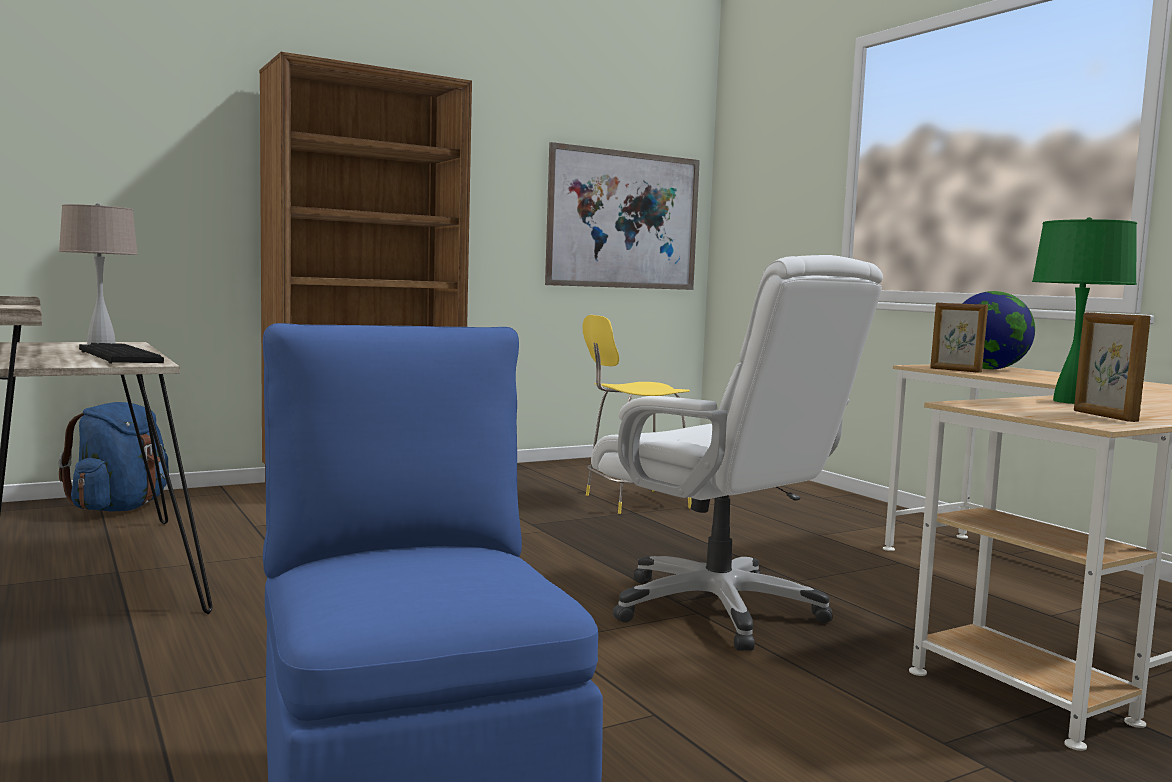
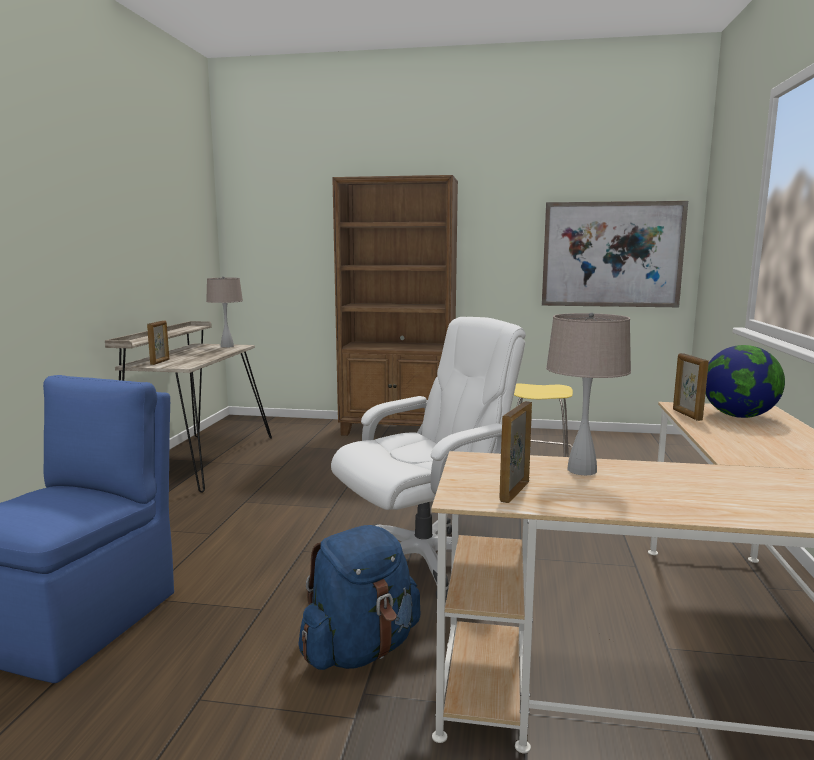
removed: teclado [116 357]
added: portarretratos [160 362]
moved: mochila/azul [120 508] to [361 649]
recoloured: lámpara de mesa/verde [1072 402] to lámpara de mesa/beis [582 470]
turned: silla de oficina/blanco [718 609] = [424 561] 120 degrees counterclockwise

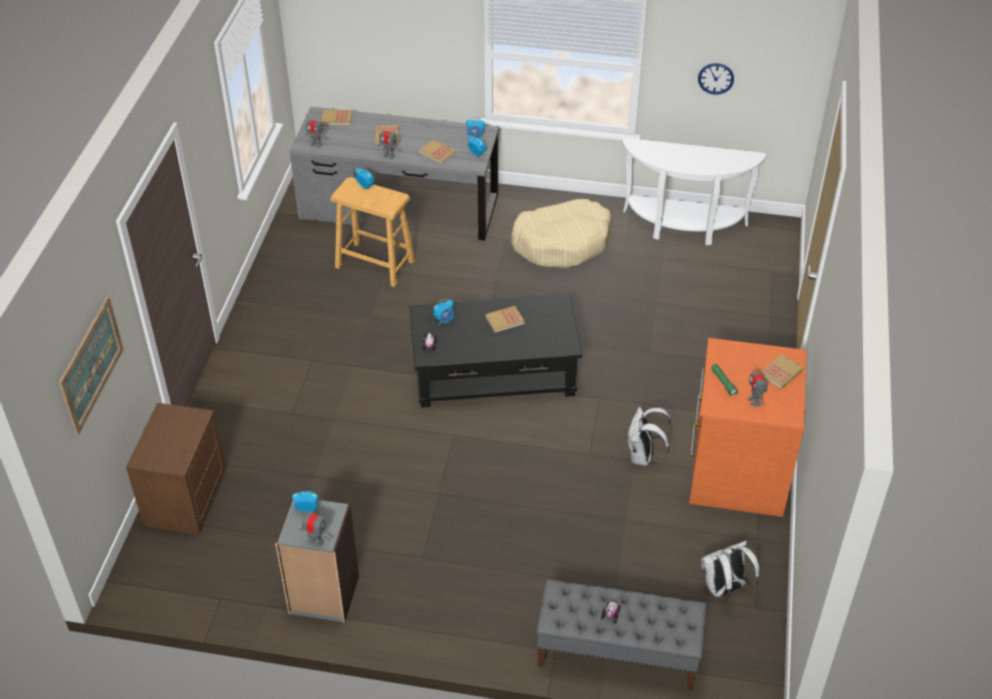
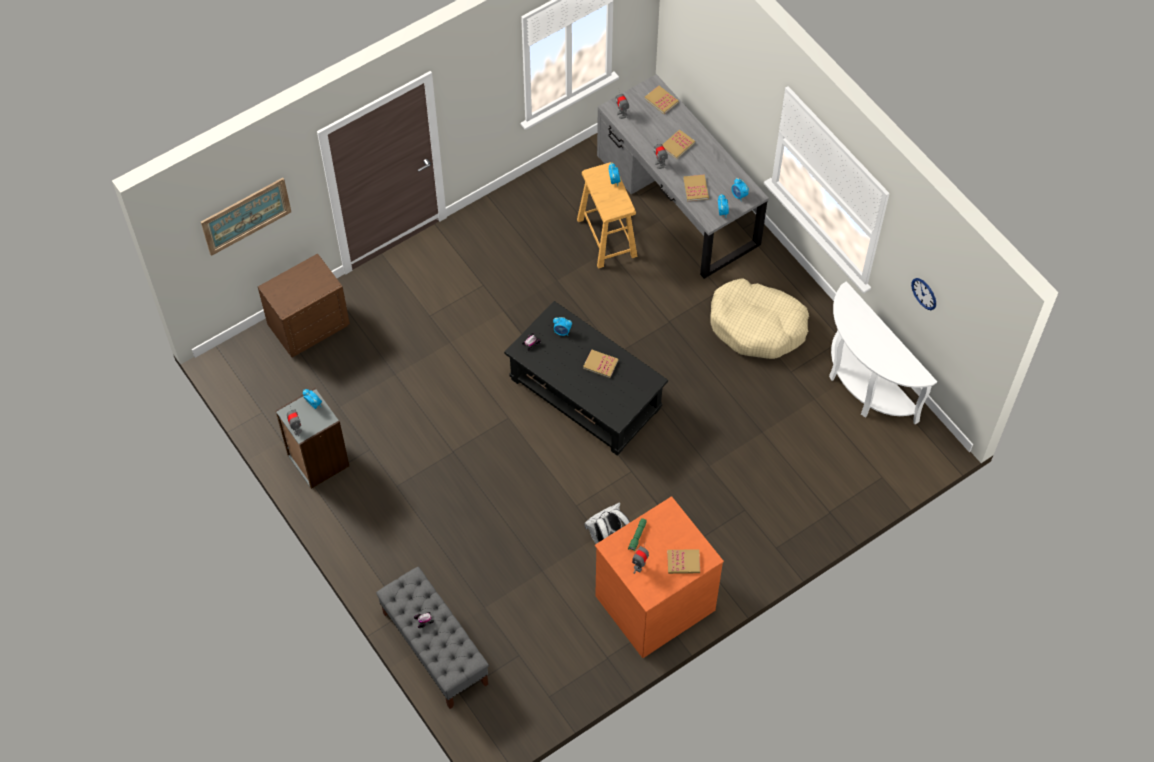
removed: mochila/blanco [724 589]

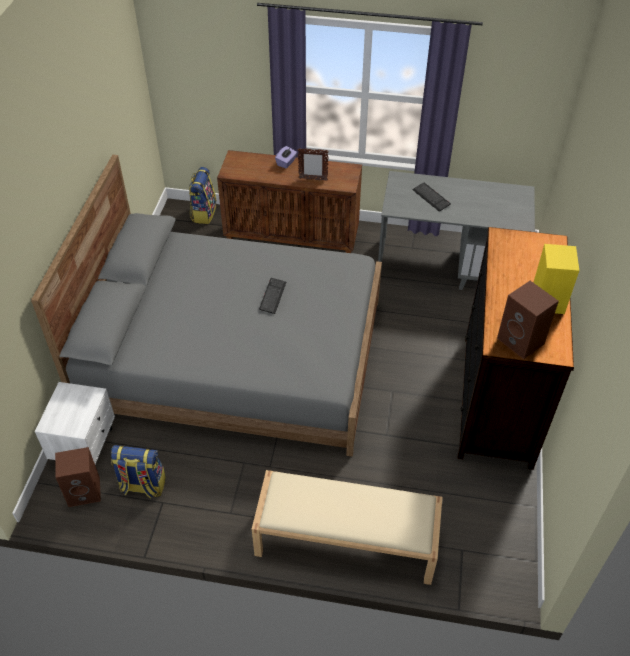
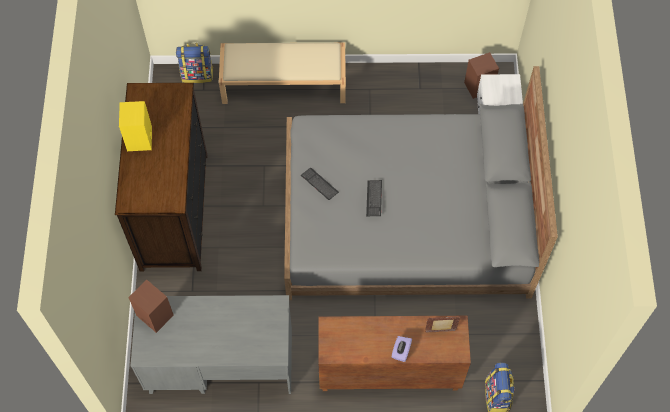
moved: portarretratos [313 179] to [440 331]; teclado [431 197] to [319 184]; altavoz/marrón [522 341] to [154 315]; mochila [142 486] to [197 74]

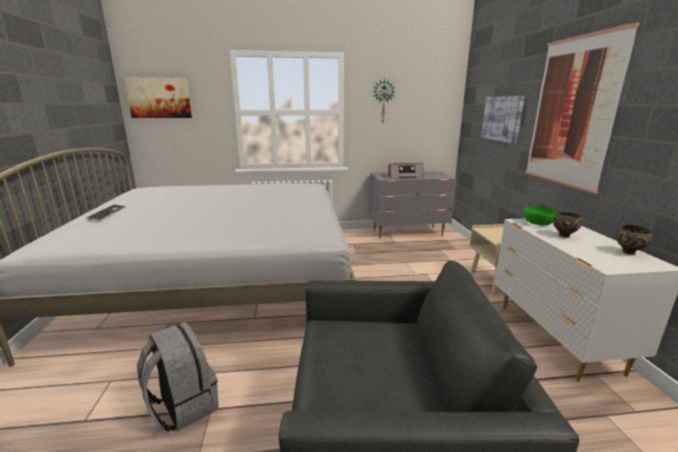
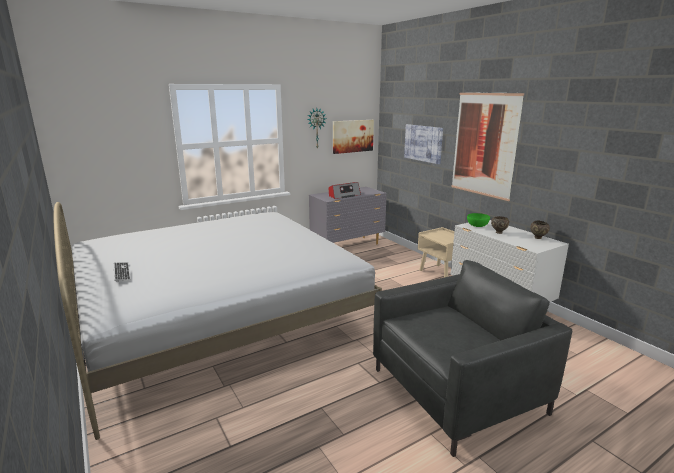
removed: mochila/gris [183 406]
moved: cuadro [159 98] to [352 136]

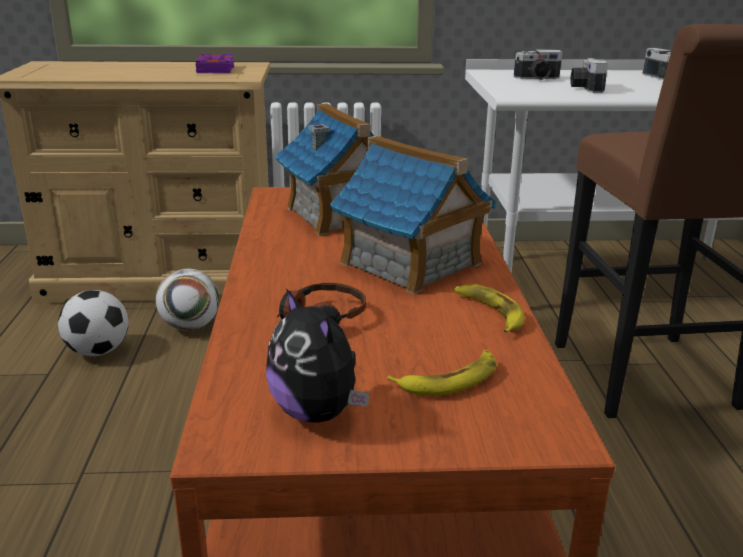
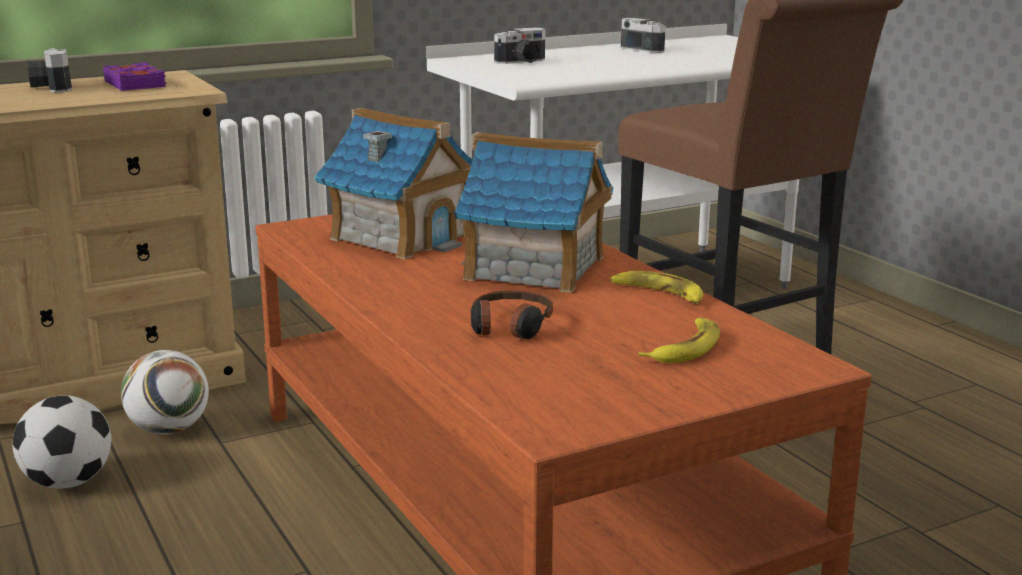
removed: peluche [317 412]
moved: cámara [585 88] to [50 87]

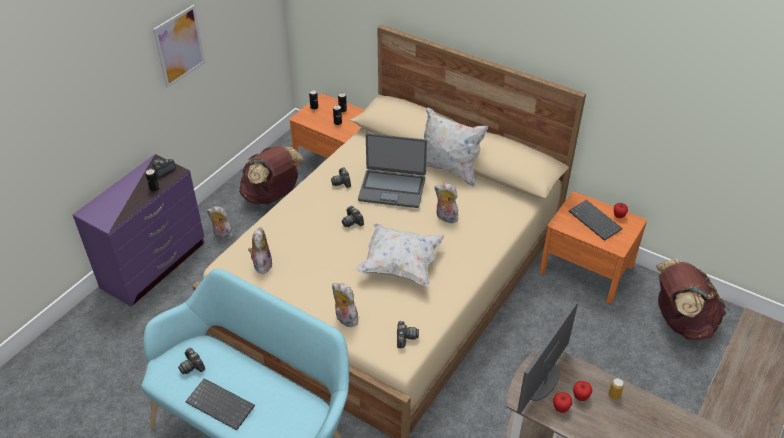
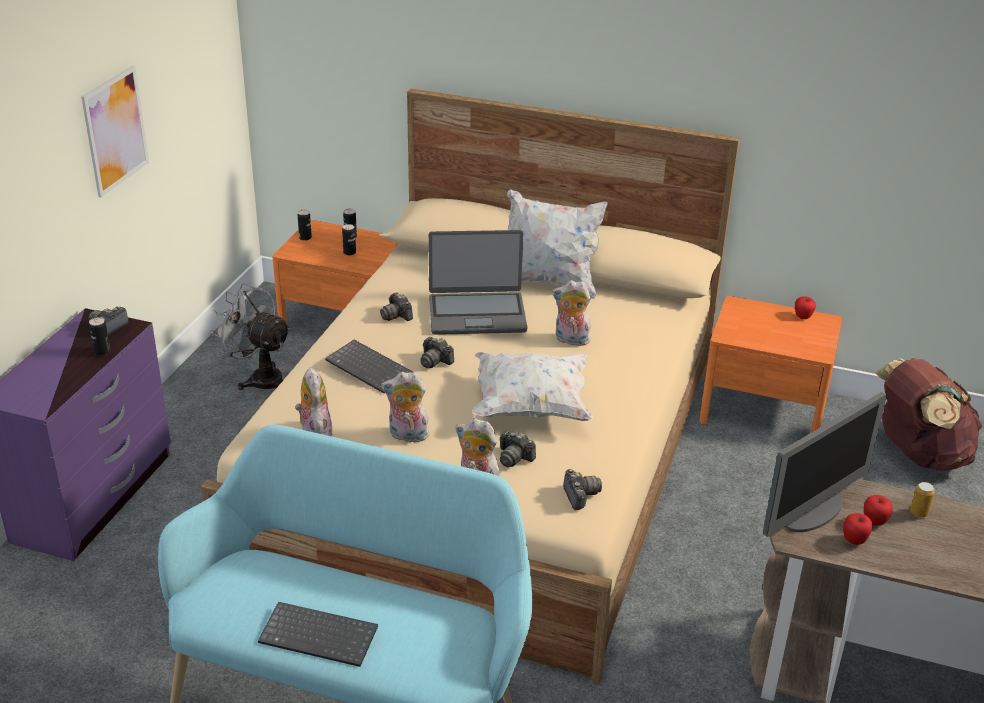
moved: teclado [596 221] to [370 368]; peluche [222 236] to [407 436]; cámara [192 366] to [514 457]
replaced: mochila/marrón [272 196] to ventilador/gris [259 378]
turned: monitor [543 382] = [813 513] 150 degrees counterclockwise

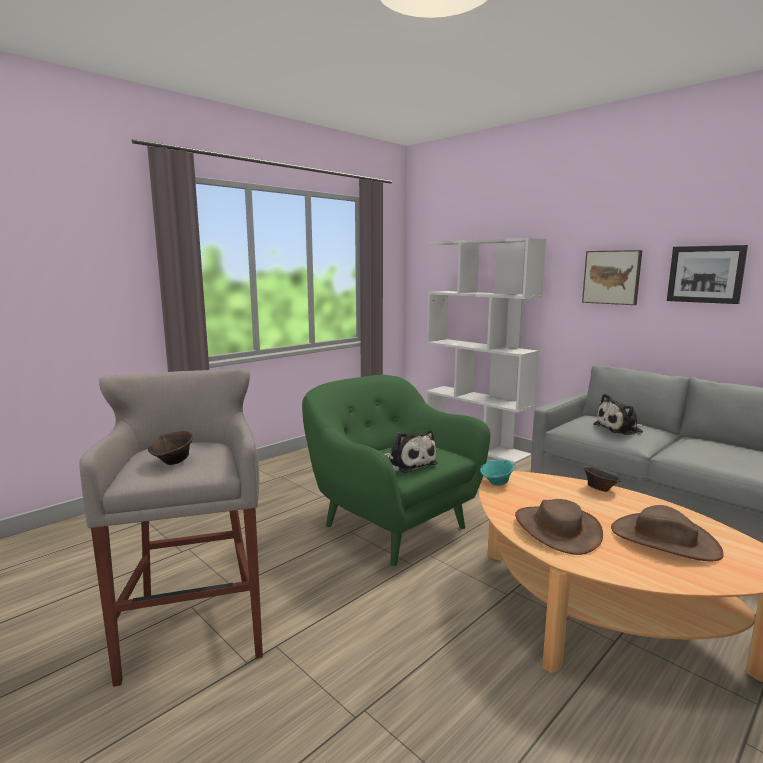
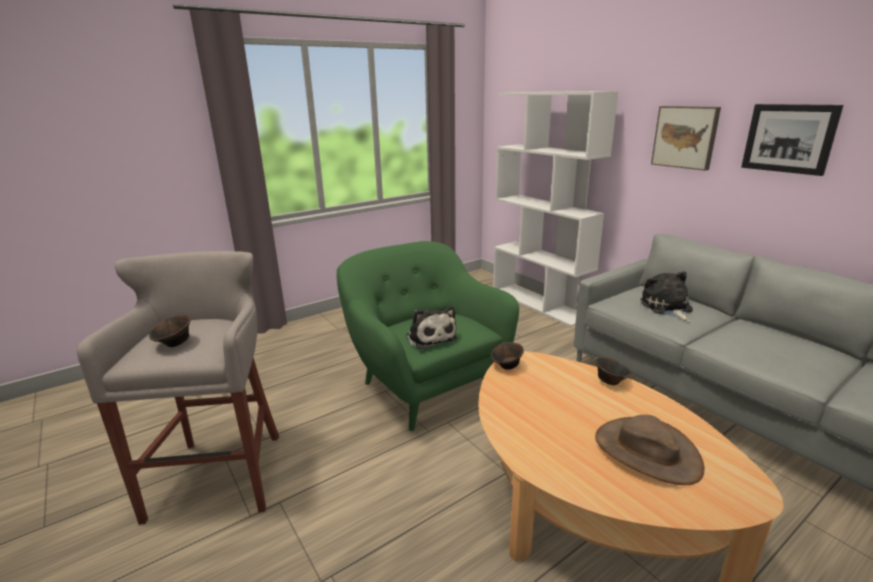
removed: sombrero/marrón [557 529]
recoloured: cuenco/turquesa [496 483] to cuenco/marrón [506 366]
turned: peluche [620 429] = [667 308] 90 degrees clockwise

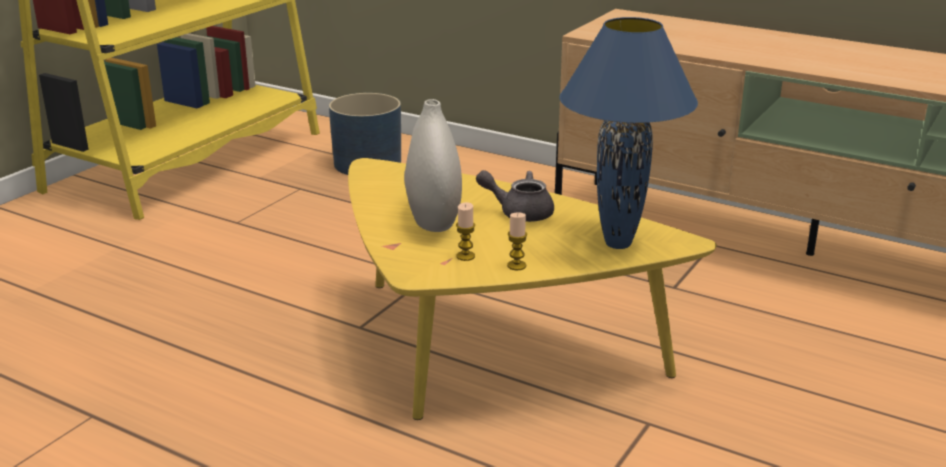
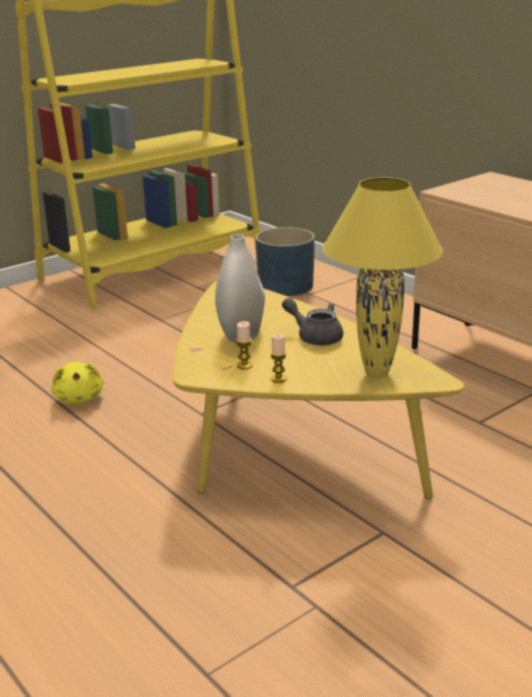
added: peluche/amarillo [79 398]
recoloured: lámpara de mesa/azul [616 243] to lámpara de mesa/amarillo [376 373]

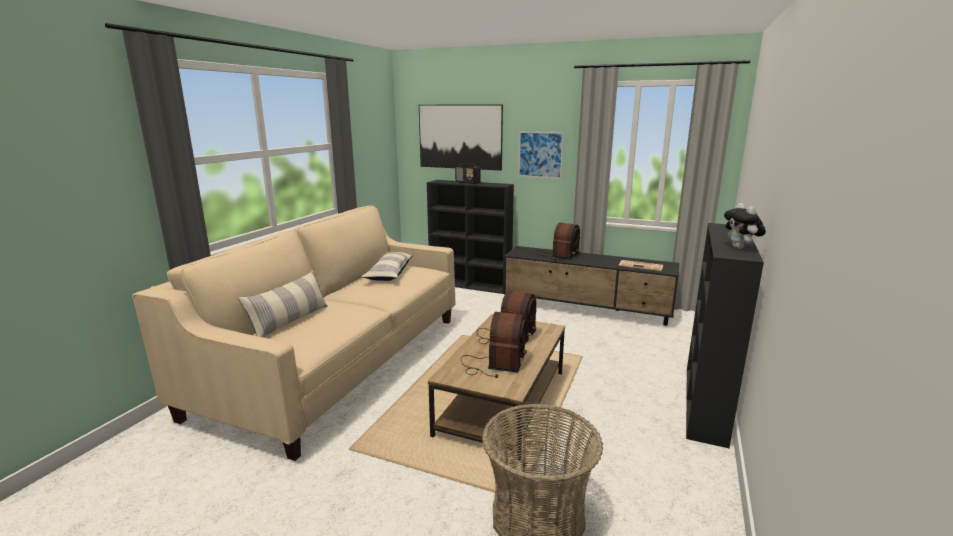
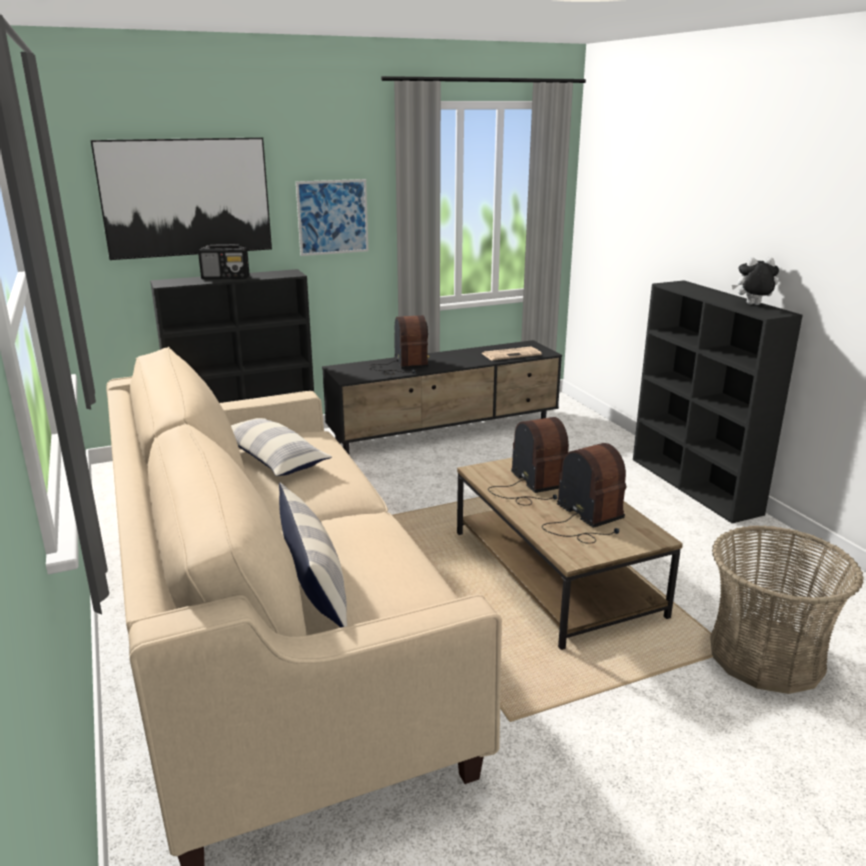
turned: peluche [740 248] = [752 305] 150 degrees clockwise

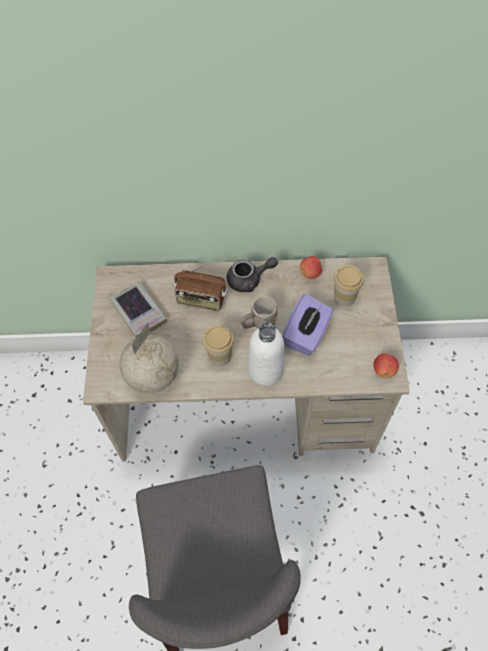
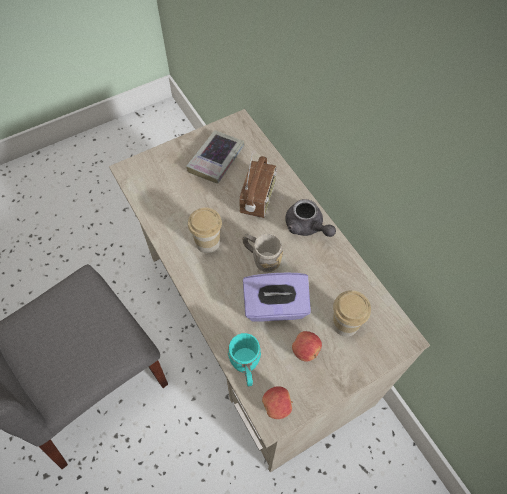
removed: globo terráqueo [152 376]; botella/blanco [265 370]
added: taza grande/turquesa [246 366]
moved: manzana [310 273] to [305 350]
turned: radio [201 300] = [258 199] 150 degrees counterclockwise

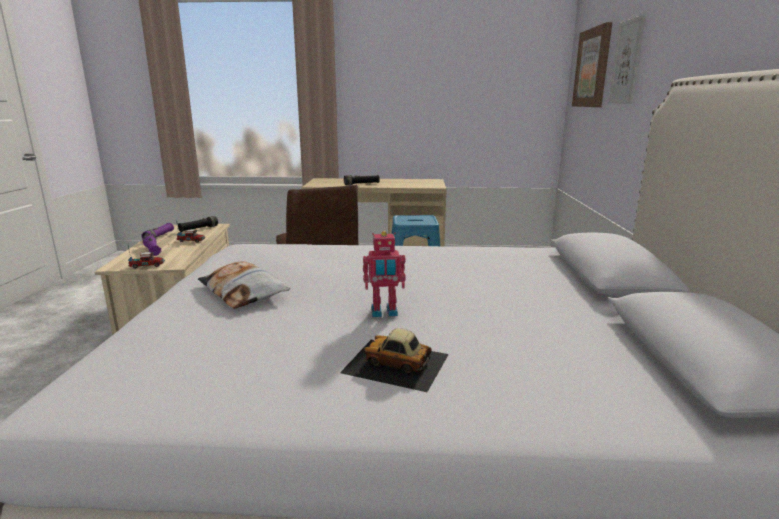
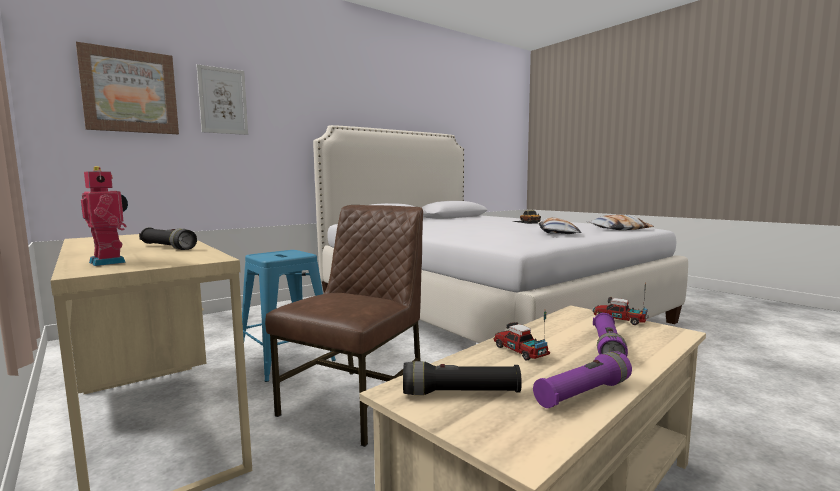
added: cojín [619 229]
moved: robot de juguete [384 313] to [110 262]

